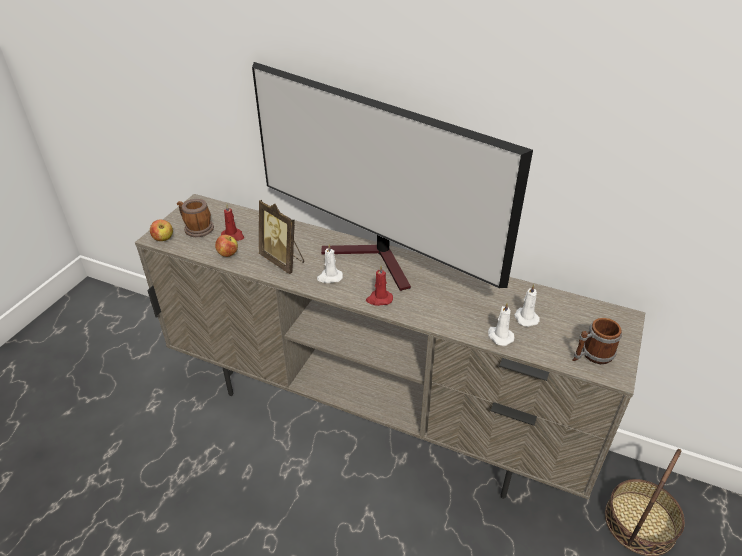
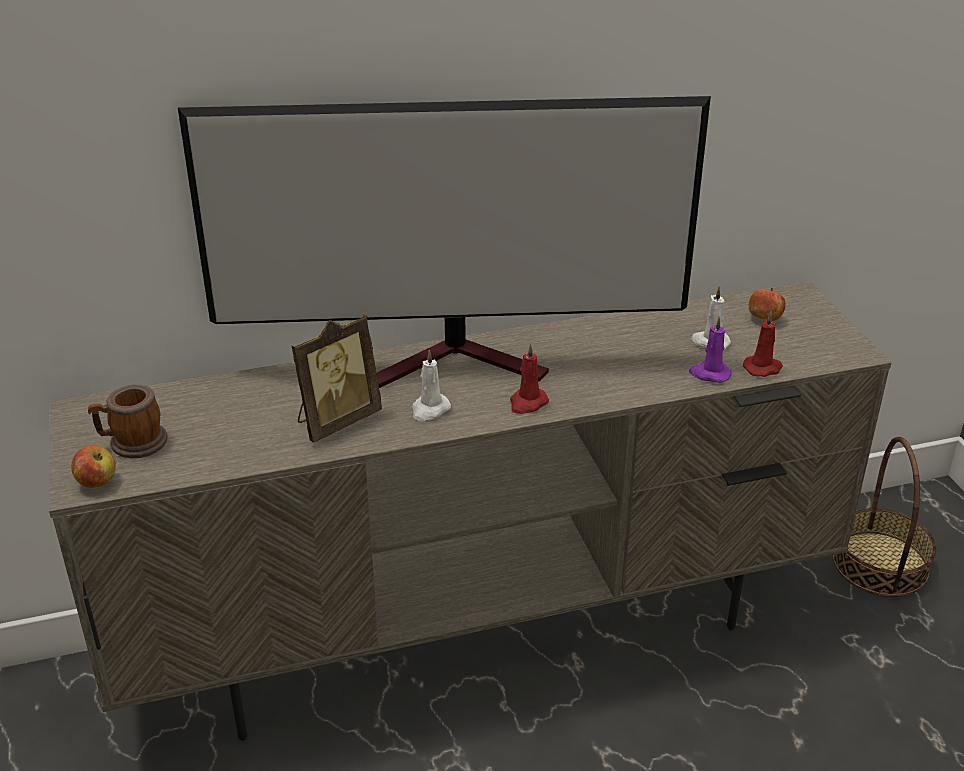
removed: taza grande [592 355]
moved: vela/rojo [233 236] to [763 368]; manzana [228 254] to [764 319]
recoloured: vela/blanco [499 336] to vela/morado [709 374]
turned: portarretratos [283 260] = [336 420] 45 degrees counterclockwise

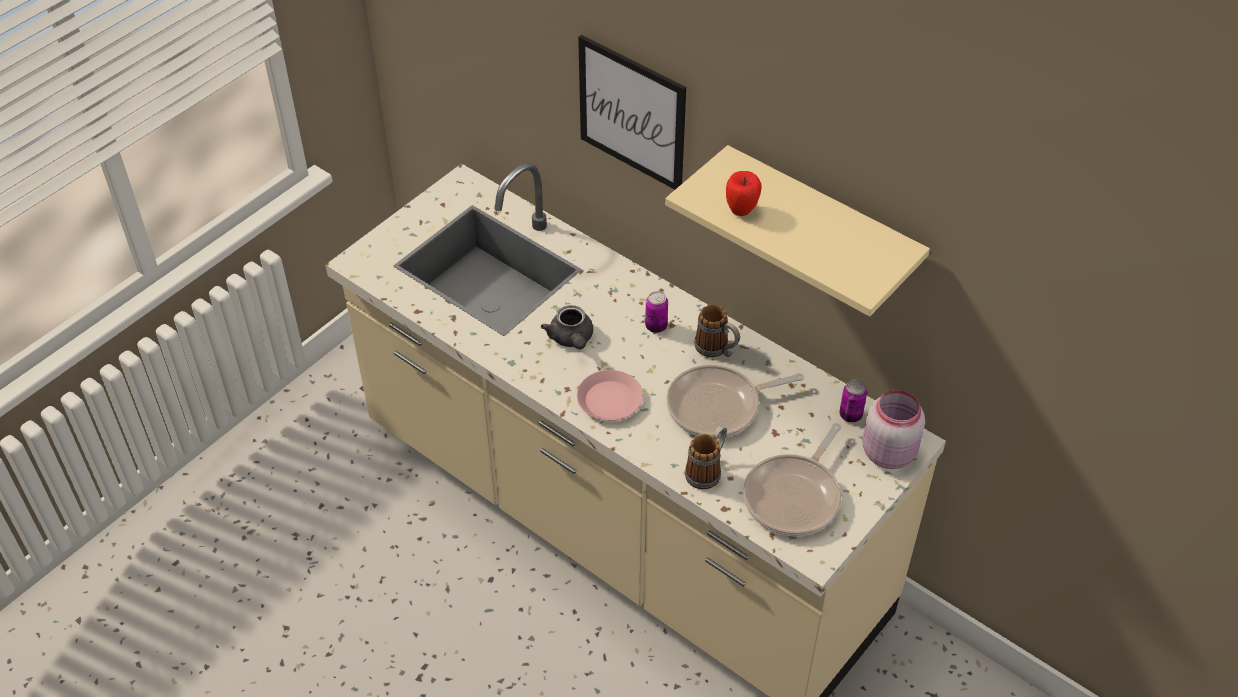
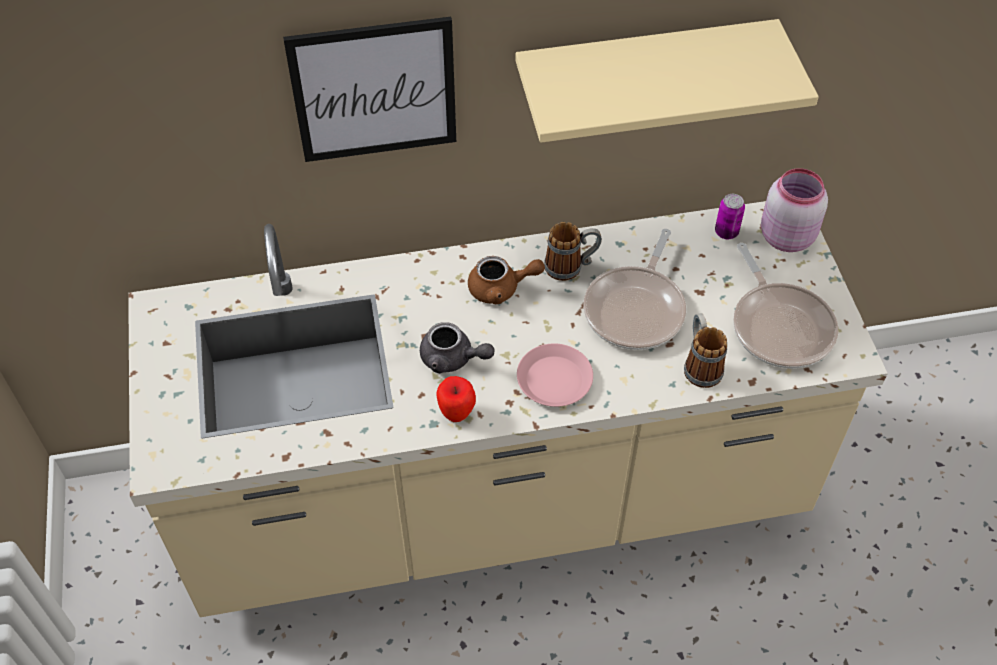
moved: manzana [741 210] to [456 413]
replaced: lata [656 326] to tetera/marrón [501 289]

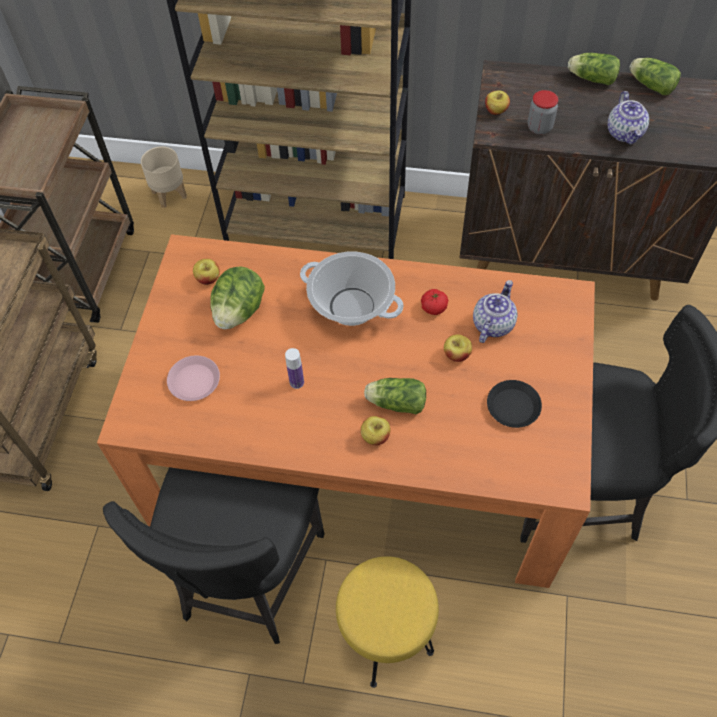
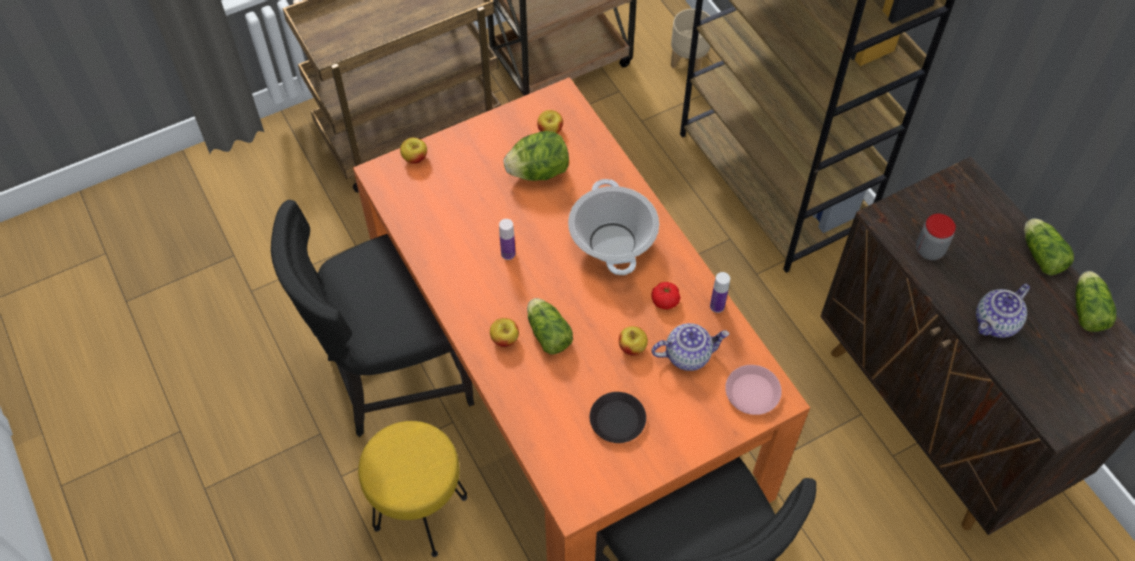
added: botella [717 306]
moved: manzana [496 111] to [415 158]; plato/rosa [194 381] to [752 392]

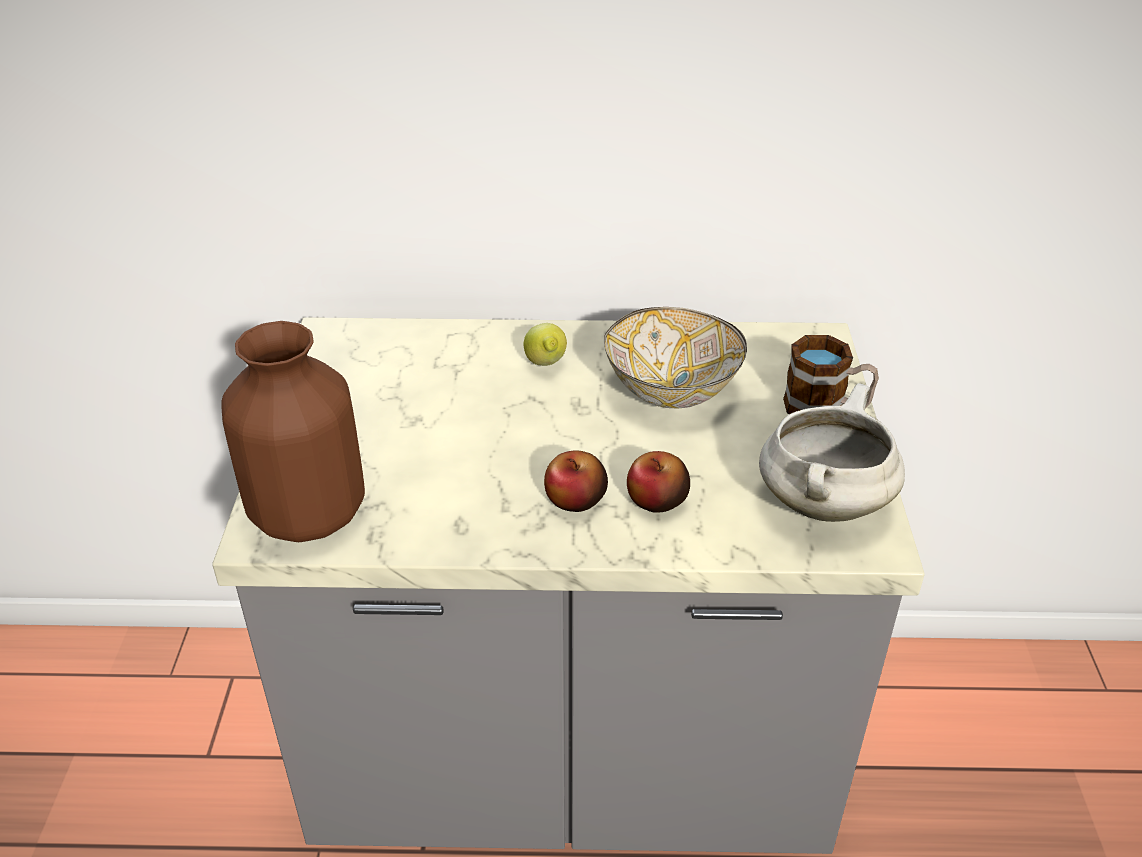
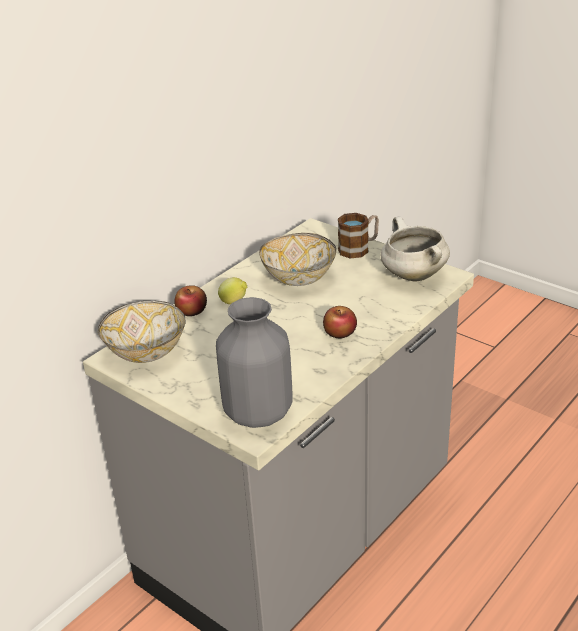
added: cuenco [145 352]
moved: manzana [657 500] to [192 311]
recoloured: florero/marrón [309 516] to florero/gris [259 413]

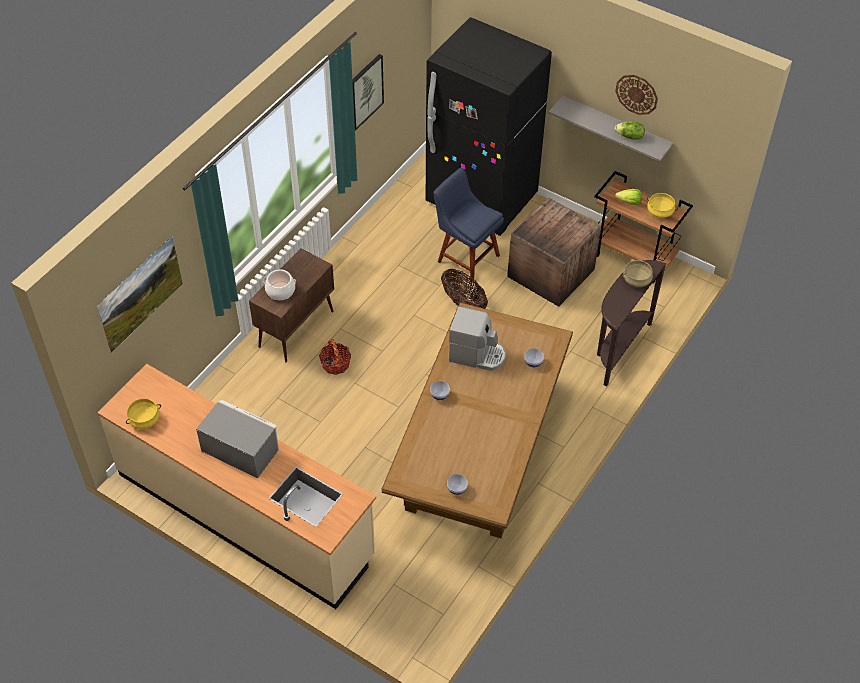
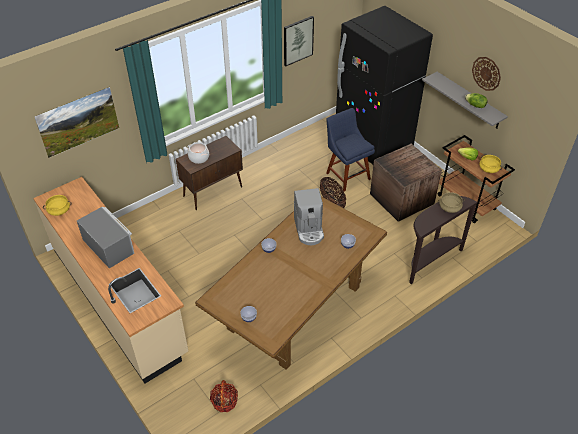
moved: cesta [335 364] to [224 401]
turned: cafetera [477 355] = [309 229] 45 degrees clockwise

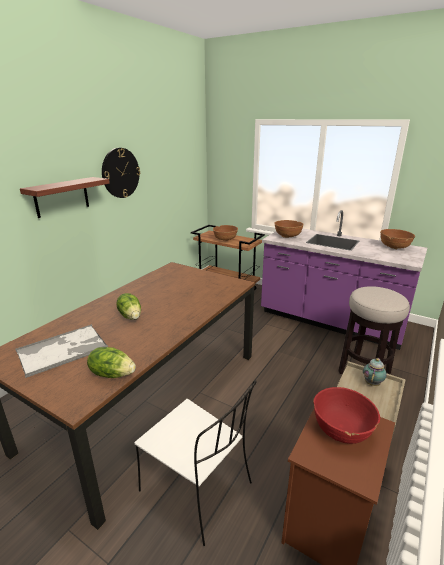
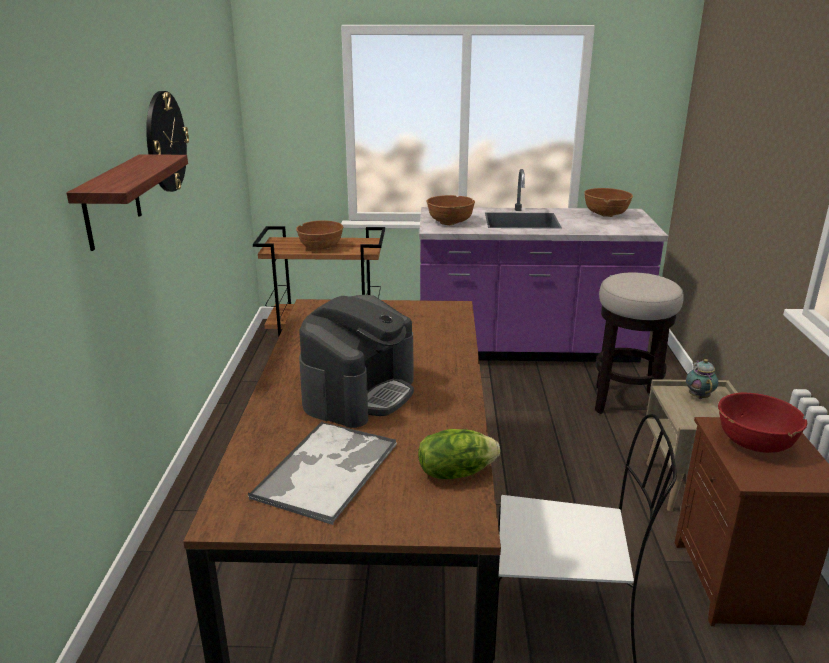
replaced: lechuga [131 316] to cafetera [359 393]

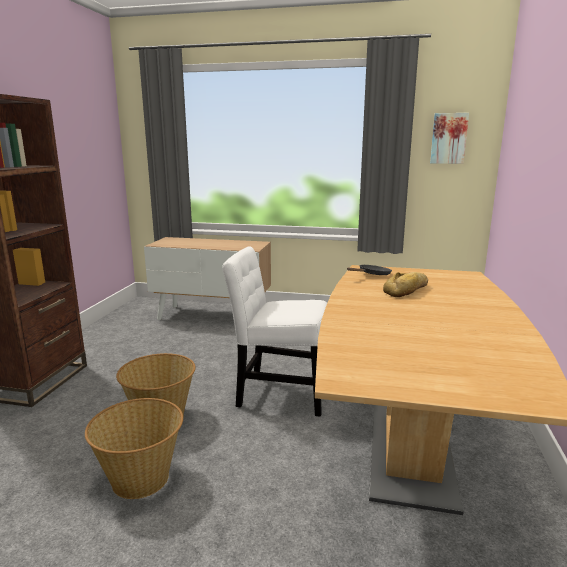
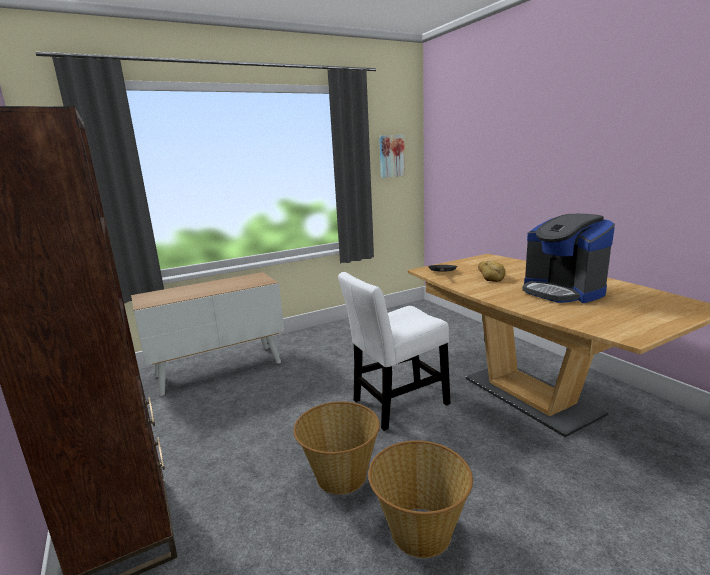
added: cafetera [562 291]

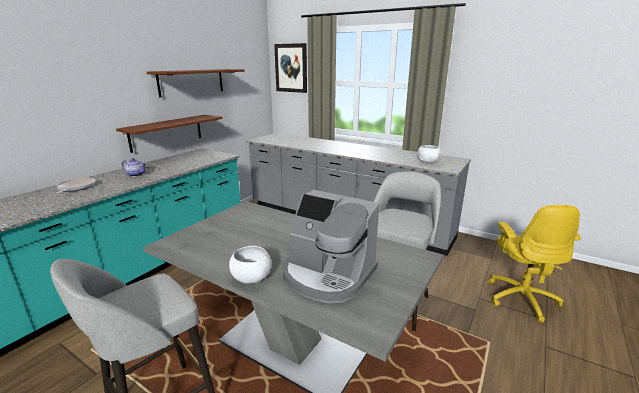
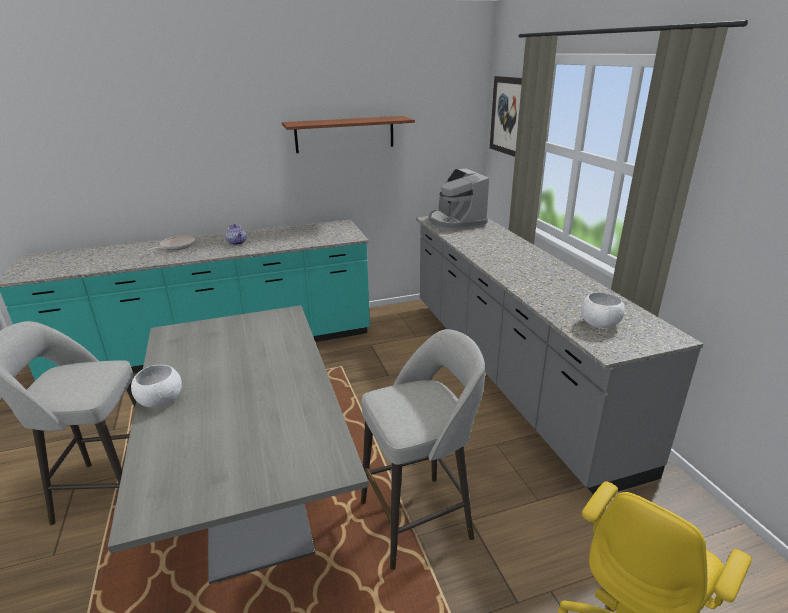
removed: estante/marrón [166 132]
moved: cafetera [327 275] to [455 222]

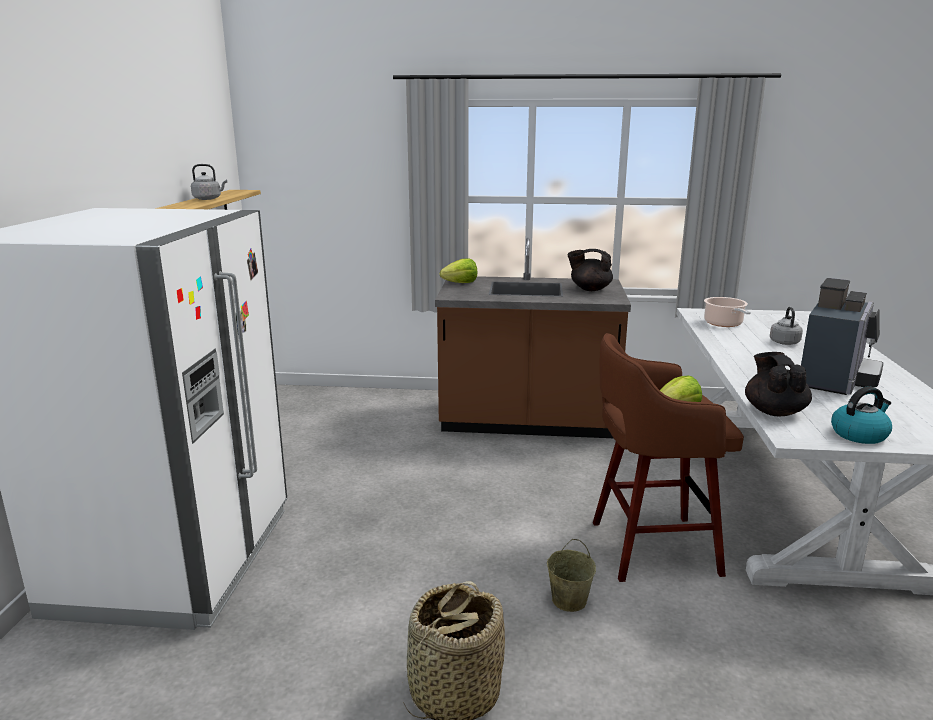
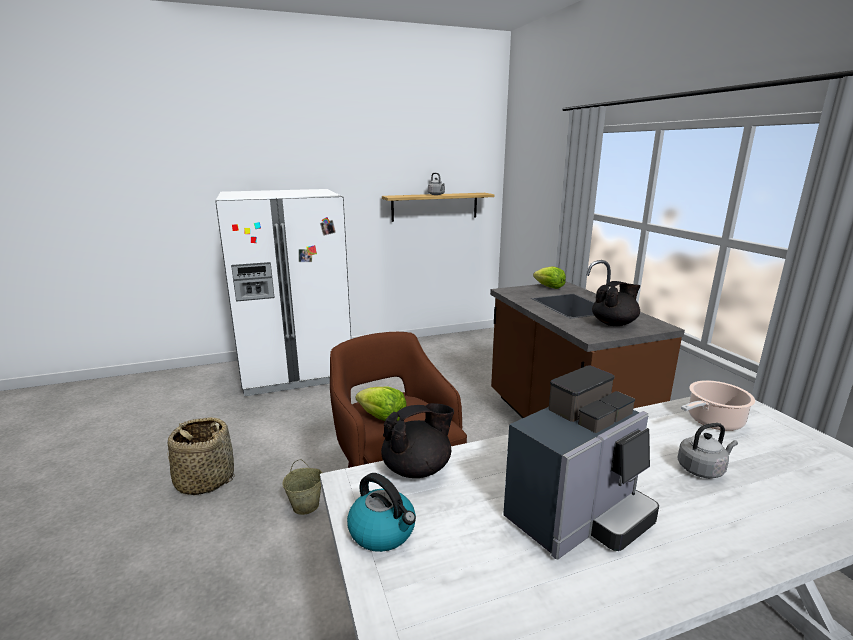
turned: tetera/negro [589 289] = [614 323] 75 degrees clockwise; cafetera [836 380] = [578 516] 45 degrees counterclockwise

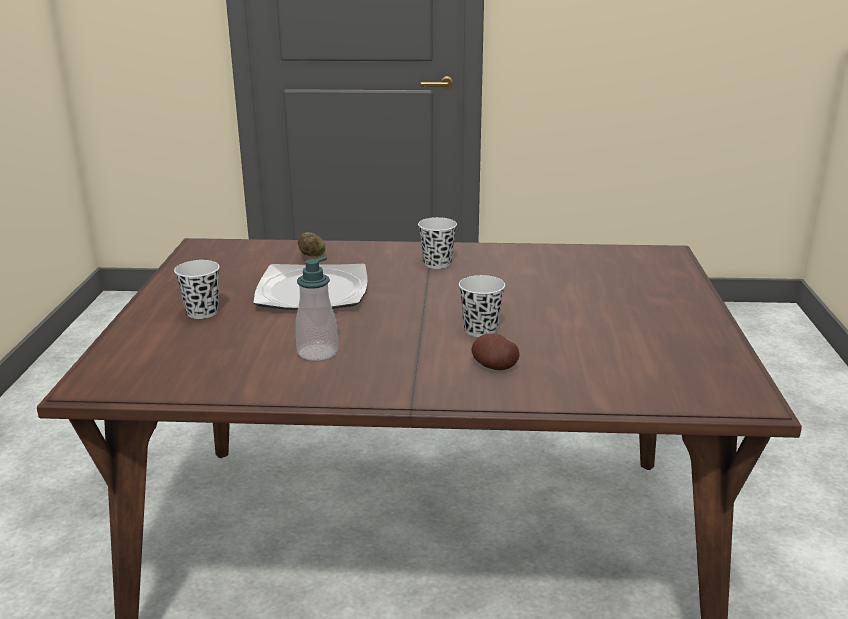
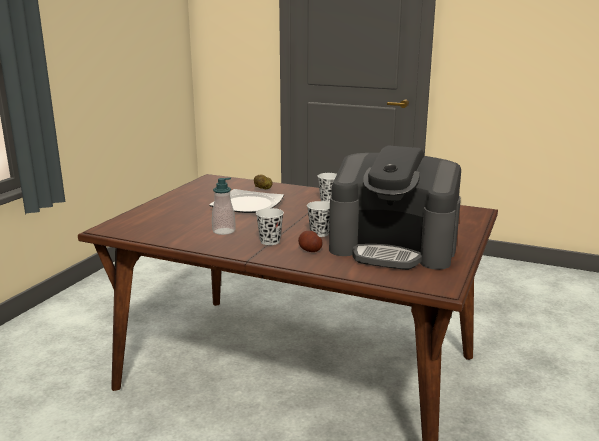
added: cafetera [393 248]
moved: taza/blanco [202 312] to [270 241]

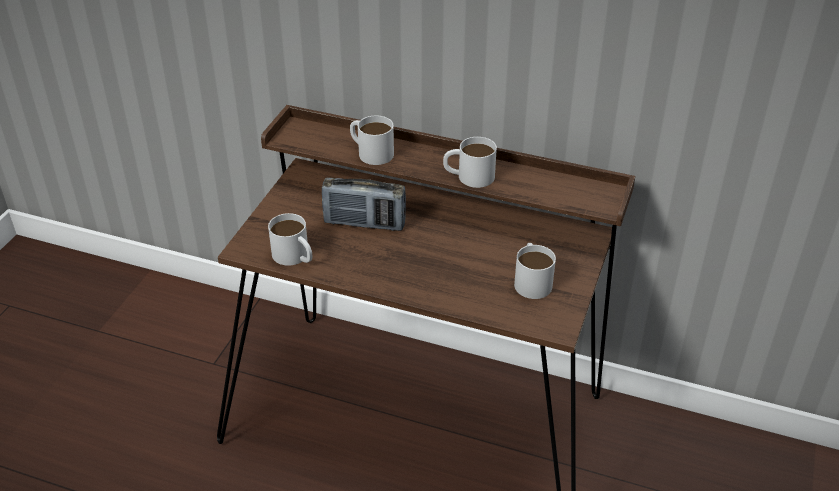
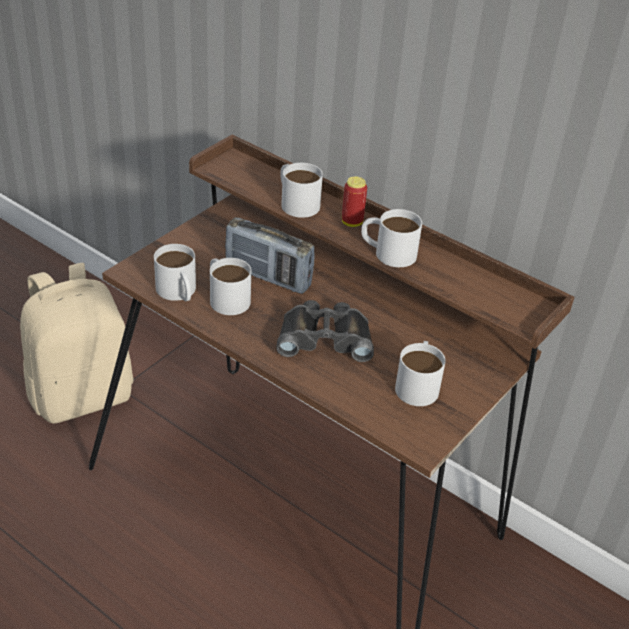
added: lata [352 222]; taza grande/blanco [226 297]; mochila/beis [82 395]; prismáticos/negro [325 337]

